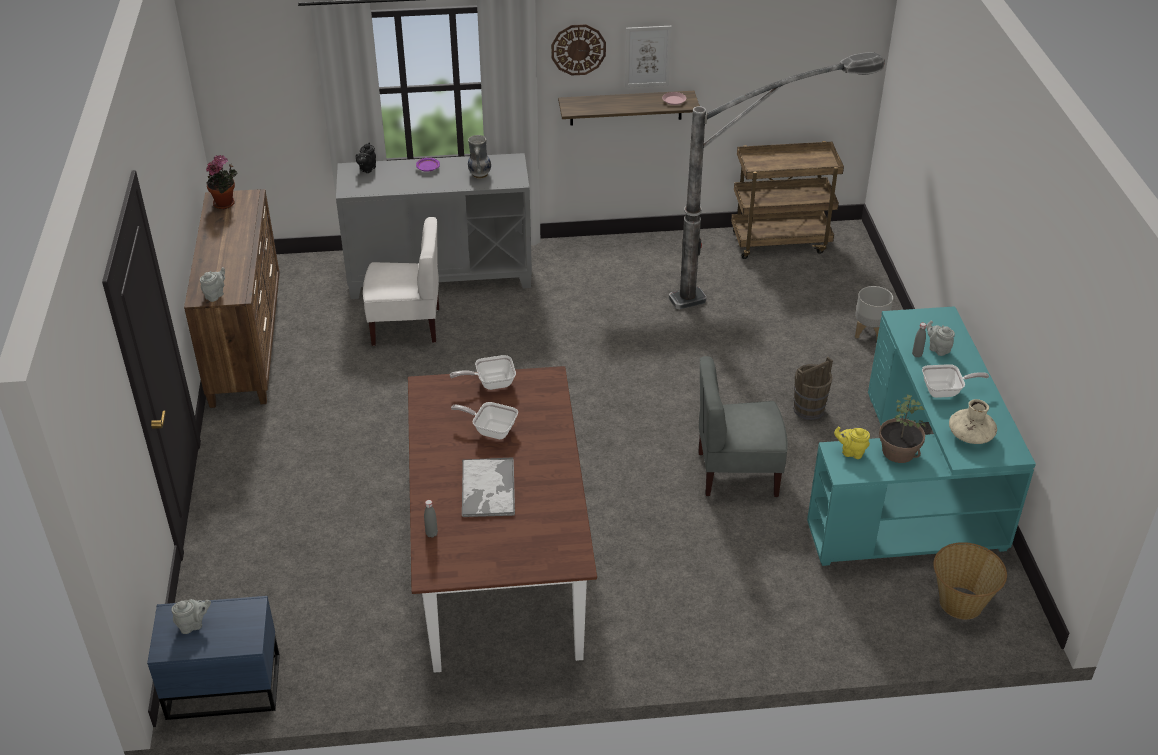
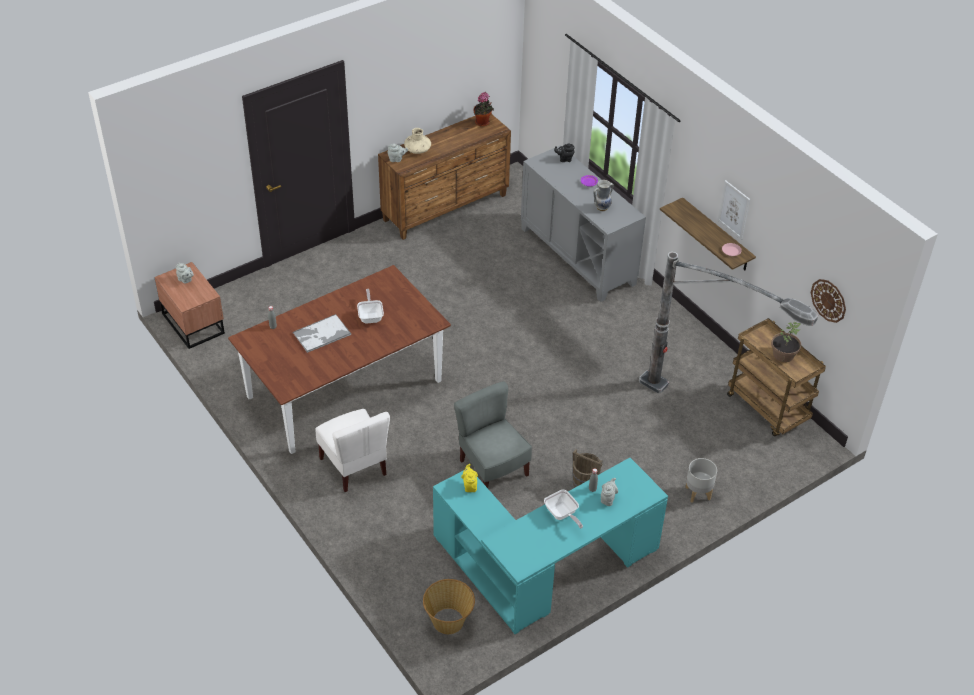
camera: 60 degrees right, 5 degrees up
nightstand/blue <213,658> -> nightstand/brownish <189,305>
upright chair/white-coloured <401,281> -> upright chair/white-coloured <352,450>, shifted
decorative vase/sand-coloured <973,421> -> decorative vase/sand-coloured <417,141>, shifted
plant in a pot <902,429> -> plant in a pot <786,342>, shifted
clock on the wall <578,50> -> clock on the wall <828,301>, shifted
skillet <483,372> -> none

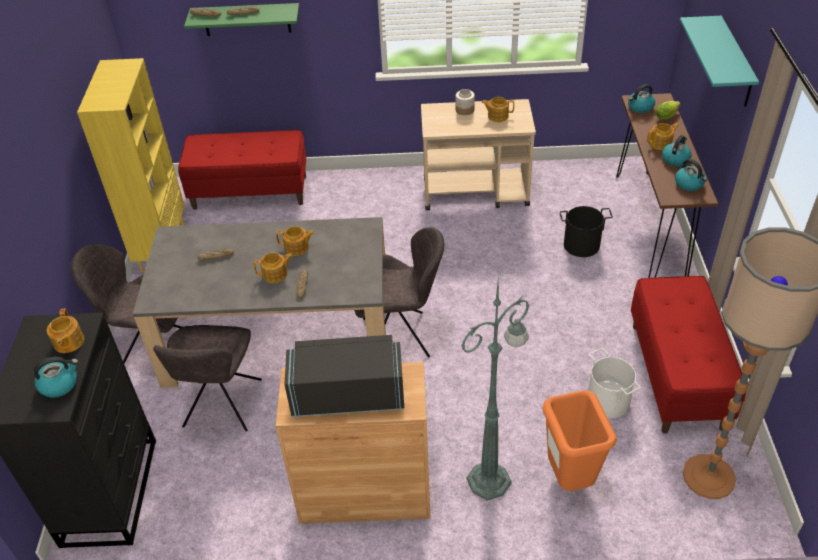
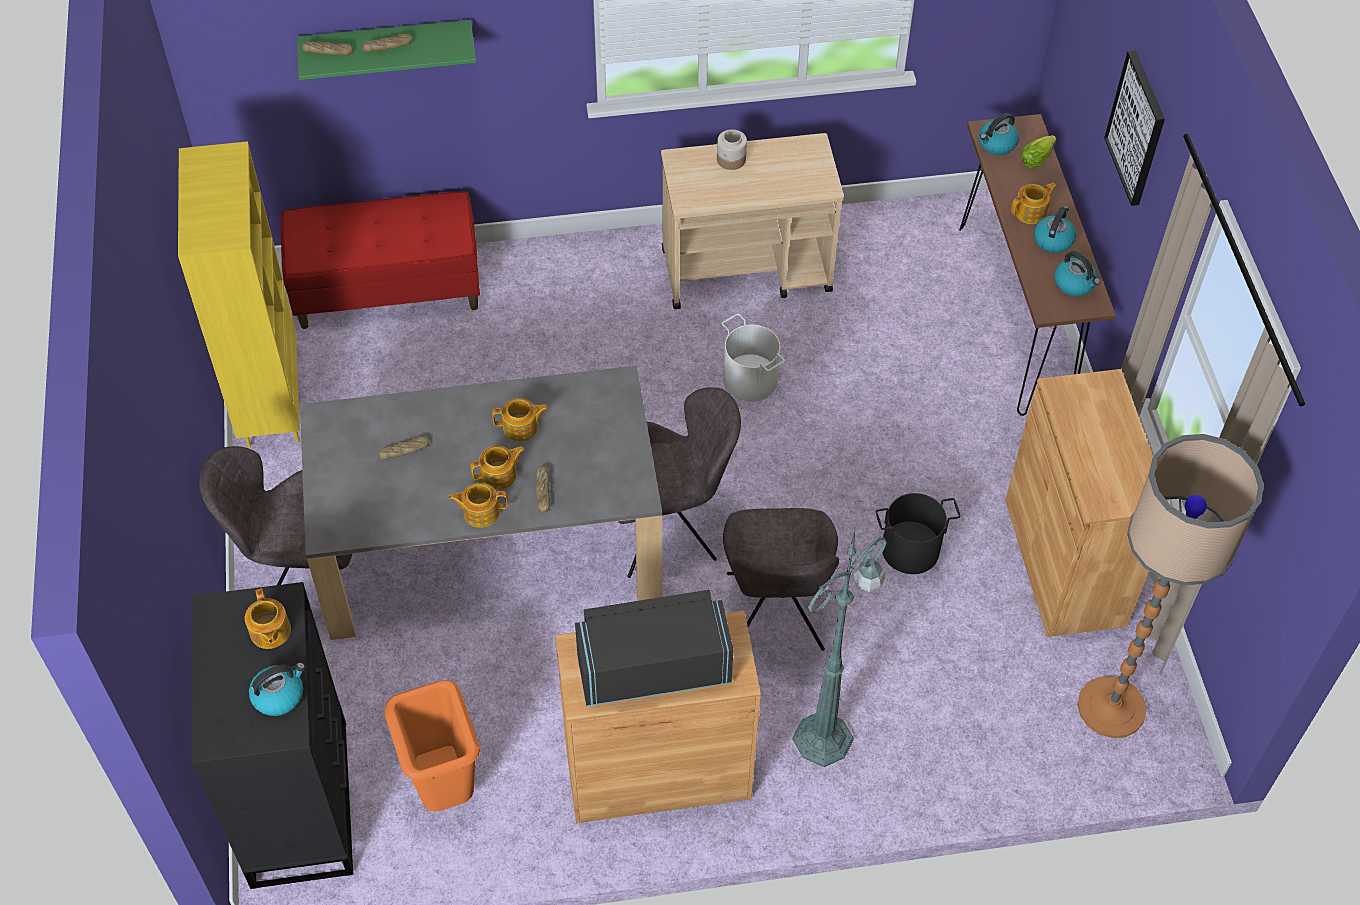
camera: 10 degrees left, 10 degrees up
rubbish bin/orangey <579,440> -> rubbish bin/orangey <432,746>, shifted
tea pot <497,109> -> tea pot <478,505>, shifted
water bucket/white-coloured <614,383> -> water bucket/white-coloured <753,358>, shifted
upright chair/greyish <207,378> -> upright chair/greyish <781,579>, shifted
water bucket/black <586,231> -> water bucket/black <918,533>, shifted
indoor bench/red <688,355> -> storage cabinet/brownish <1088,503>
bracket shelf/turquoise <719,61> -> wall picture <1134,128>

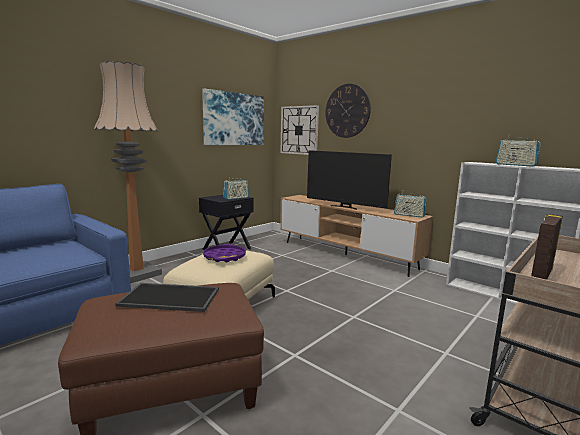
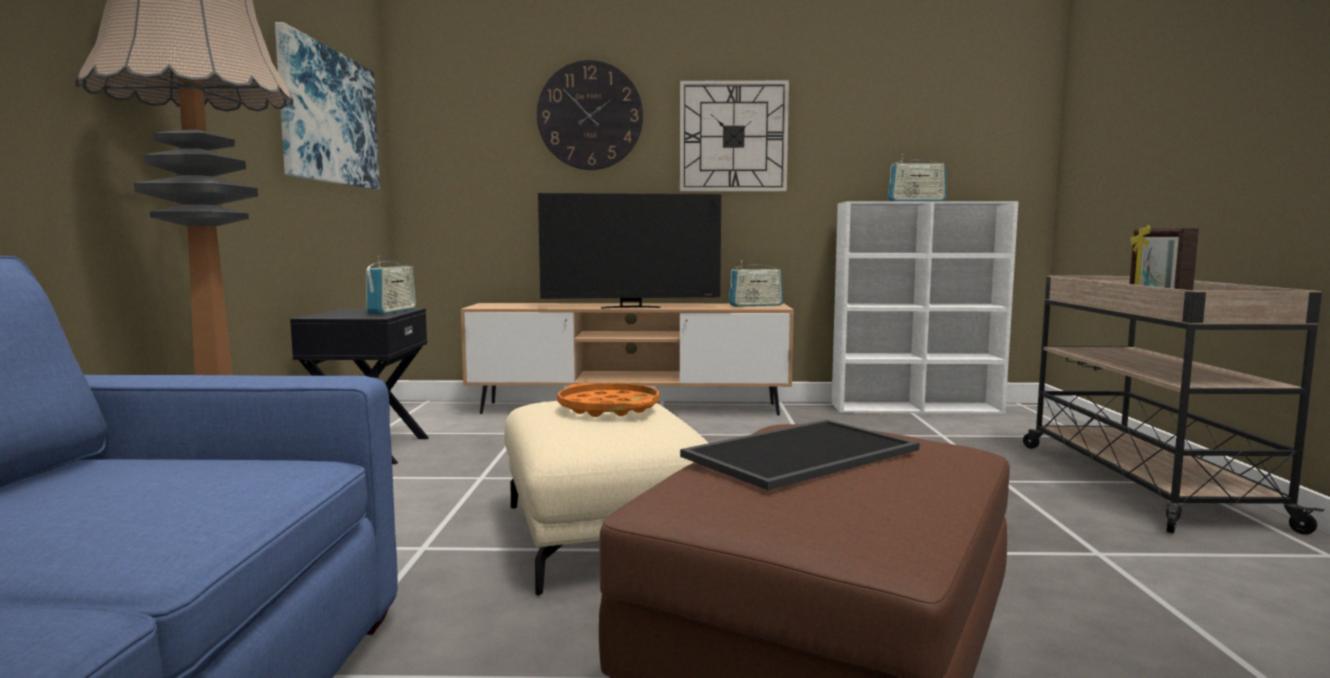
camera: 40 degrees left, 5 degrees down
serving tray/purplish <224,253> -> serving tray/orangey <608,400>
clock on the wall <299,130> -> clock on the wall <734,136>, shifted

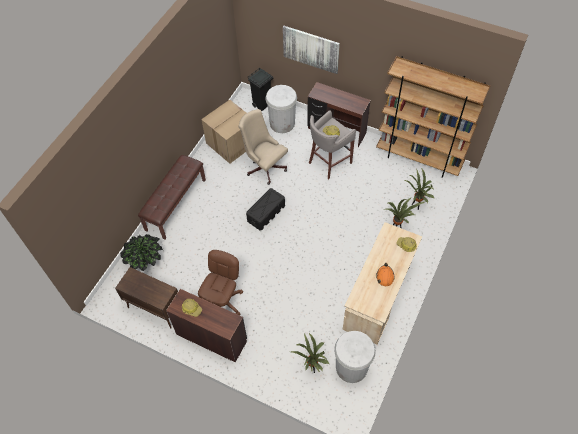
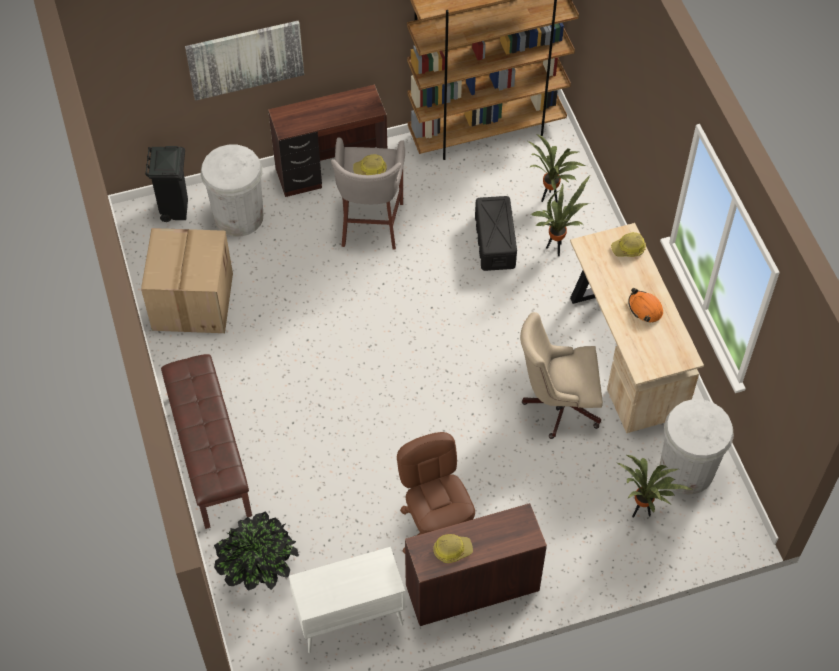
camera: 45 degrees left, 0 degrees up
storage cabinet/brownish <146,297> -> storage cabinet/white-coloured <347,600>
storage container/black <265,209> -> storage container/black <496,233>, shifted
desk chair/sand-coloured <263,147> -> desk chair/sand-coloured <561,375>, shifted

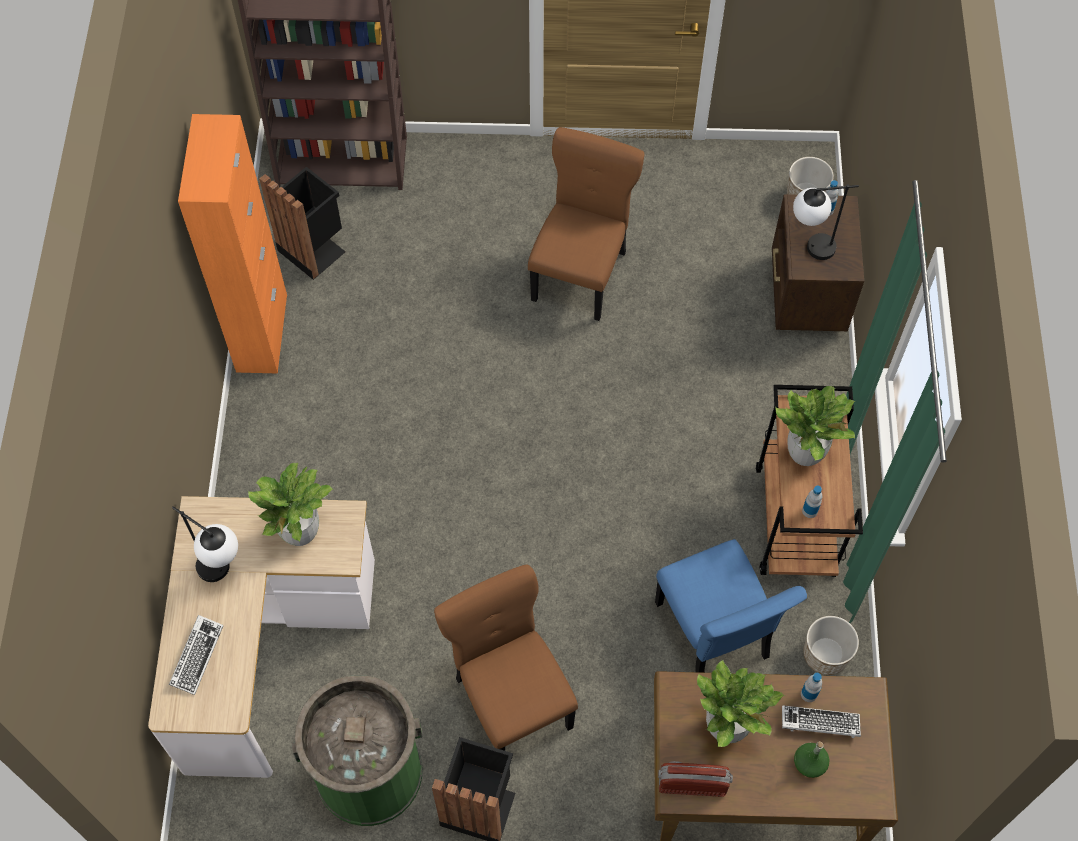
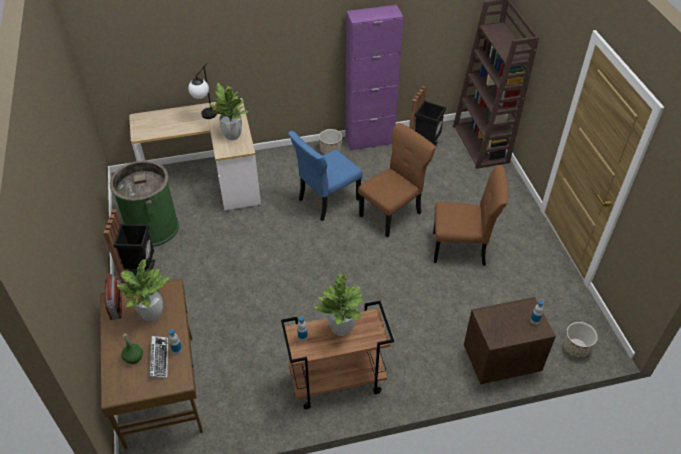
camera: 75 degrees right, 15 degrees down
upright chair/blue <731,606> -> upright chair/blue <325,176>, shifted
planter <831,645> -> planter <330,142>, shifted
storage cabinet/orangey <232,244> -> storage cabinet/purplish <374,78>
upright chair/brownish <506,658> -> upright chair/brownish <397,180>, shifted
PC keyboard <196,655> -> none
lamp for a table <826,222> -> none

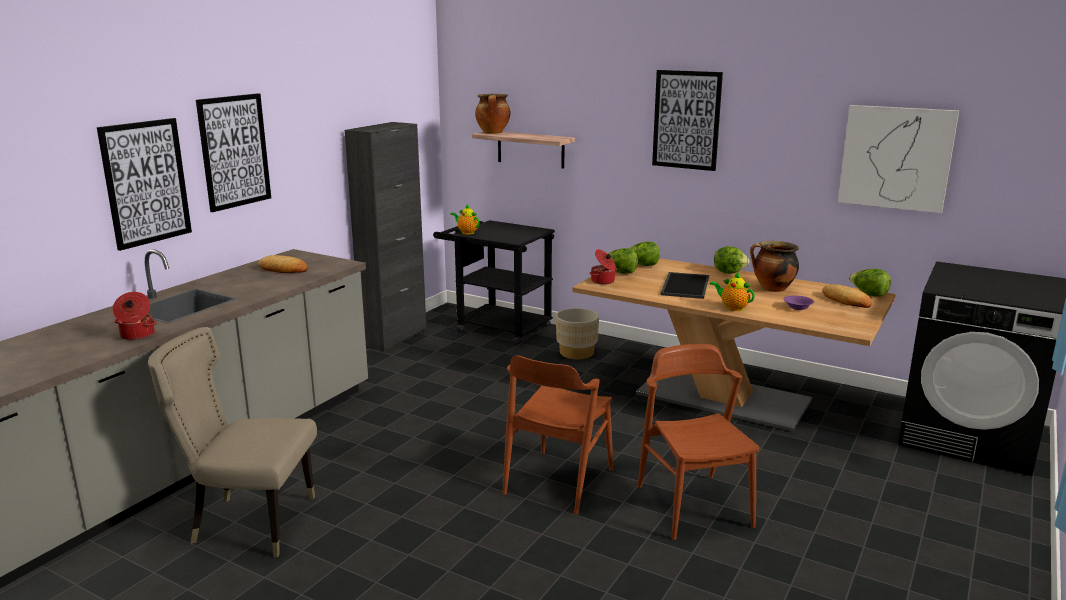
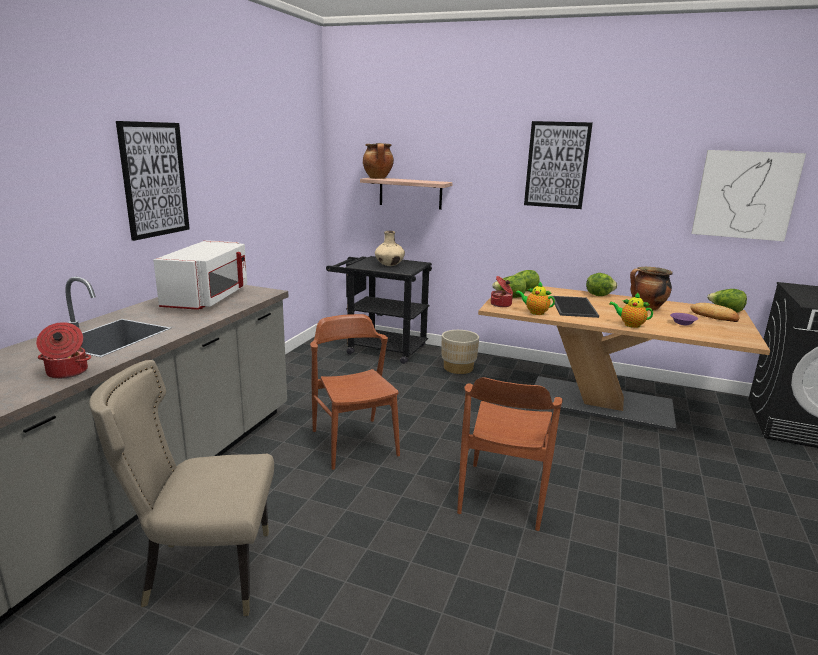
camera: 10 degrees left, 0 degrees up
bakery bread <282,264> -> microwave oven/white-coloured <200,275>
upright chair/brownish <698,442> -> upright chair/brownish <355,392>, shifted
none -> decorative vase/sand-coloured <390,248>
tea pot <465,219> -> tea pot <535,298>, shifted
wall picture <144,184> -> none
storage cabinet/black <386,237> -> none

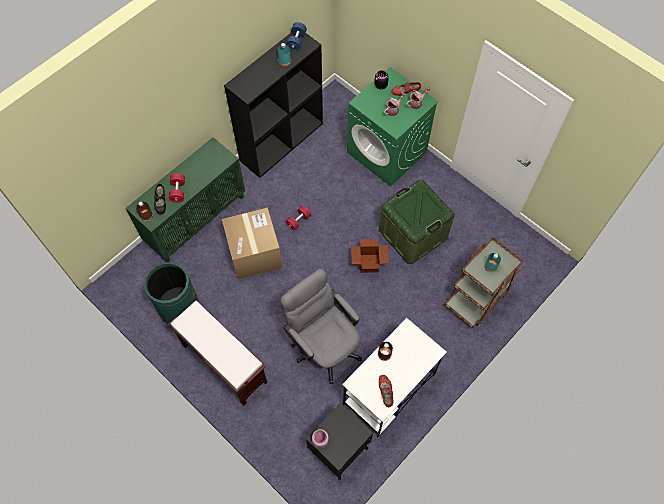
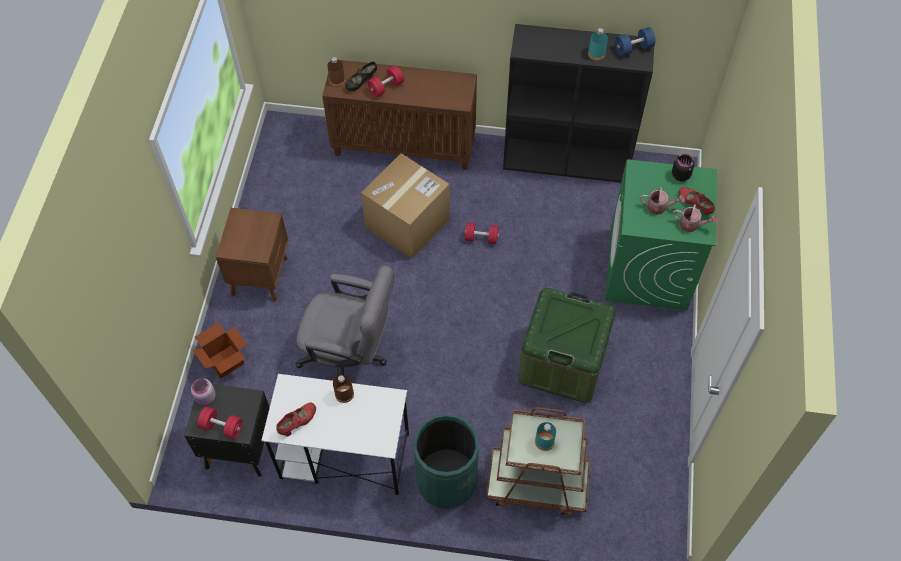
camera: 55 degrees right, 5 degrees down
cardboard box <370,256> -> cardboard box <220,350>, shifted
none -> hand weight/red <220,423>
indoor bench/brownish <217,353> -> nightstand/brownish <252,255>
desk chair/greyish <321,326> -> desk chair/greyish <345,320>, 90 degrees clockwise
storage cabinet/green-coloured <185,200> -> storage cabinet/brownish <399,115>
rubbish bin/green-coloured <171,293> -> rubbish bin/green-coloured <446,461>, shifted

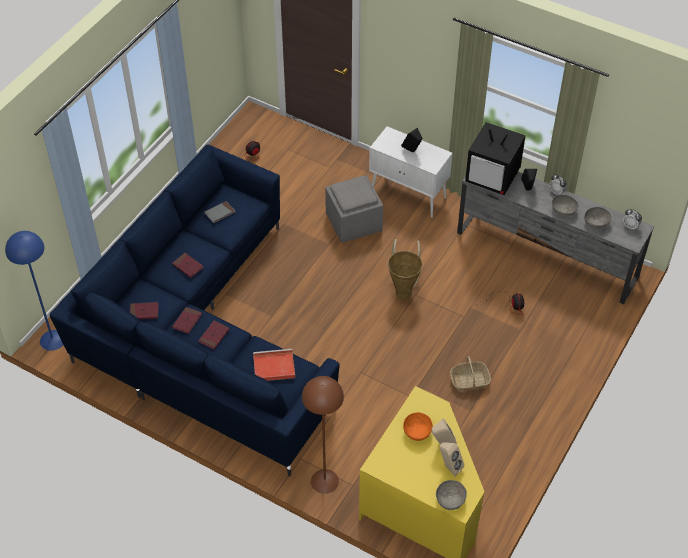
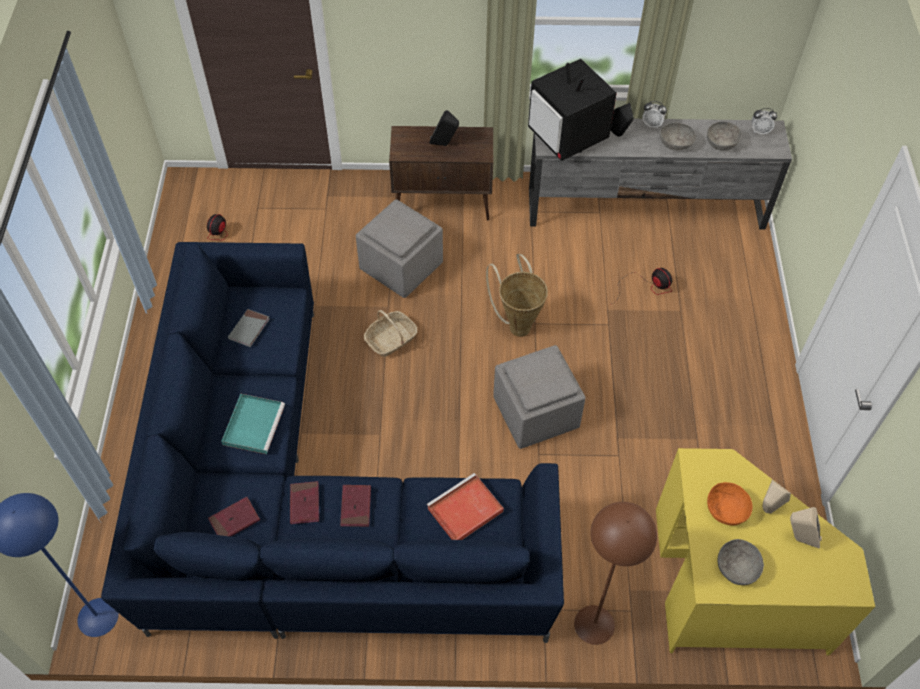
camera: 30 degrees left, 5 degrees up
book/red <188,265> -> serving tray/turquoise <253,423>
household basket <470,373> -> household basket <391,333>, shifted
storage cabinet/white-coloured <411,172> -> storage cabinet/brownish <441,173>
none -> ottoman/greyish <539,397>
television <495,158> -> television <572,110>, 60 degrees clockwise
serving bowl/greyish <451,495> -> serving bowl/greyish <740,562>, shifted

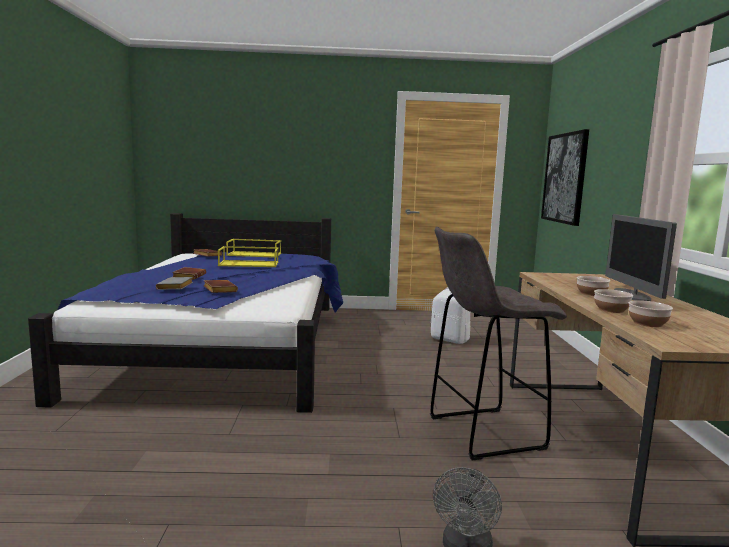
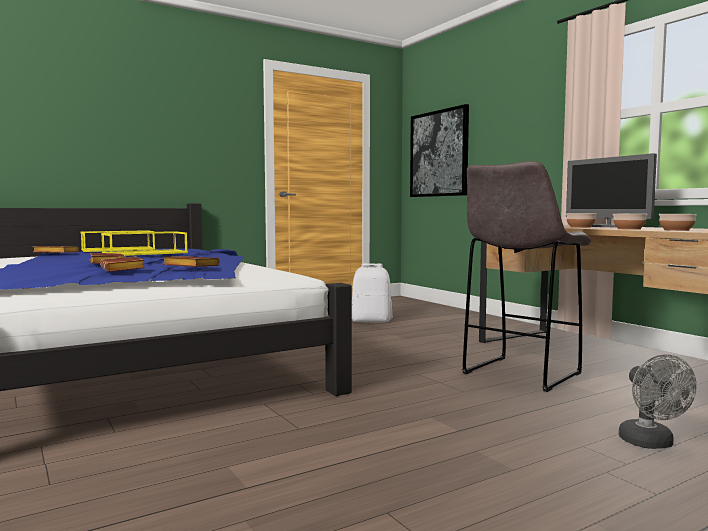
camera: 30 degrees left, 5 degrees down
book/greyish <174,283> -> book/brownish <122,264>

